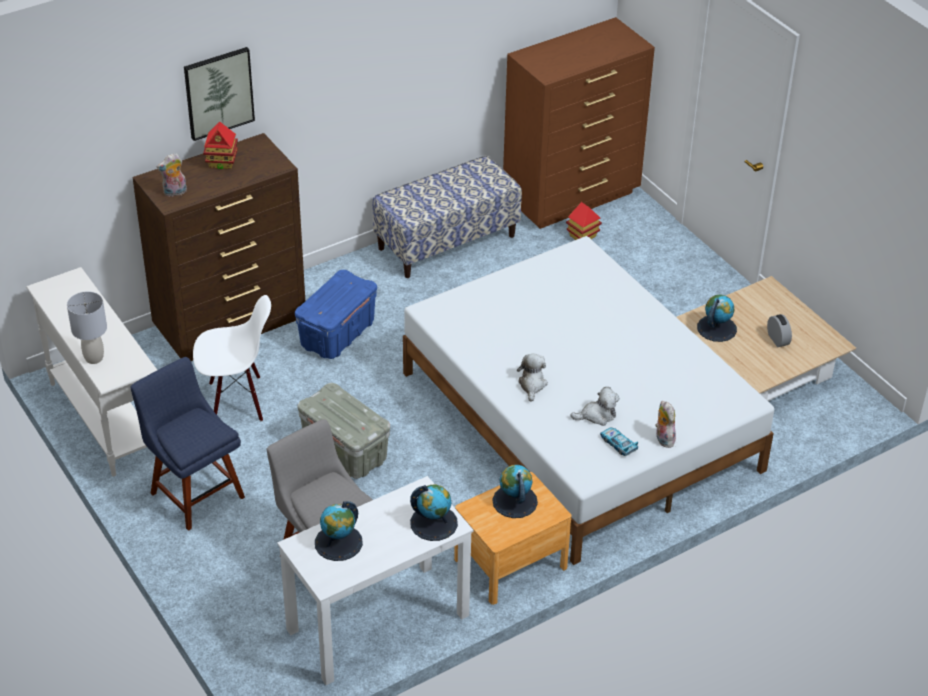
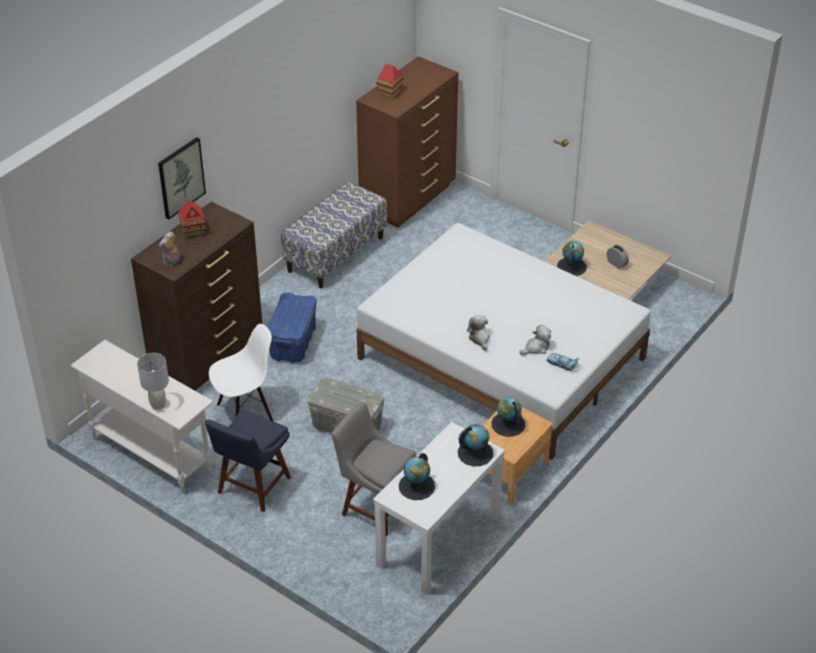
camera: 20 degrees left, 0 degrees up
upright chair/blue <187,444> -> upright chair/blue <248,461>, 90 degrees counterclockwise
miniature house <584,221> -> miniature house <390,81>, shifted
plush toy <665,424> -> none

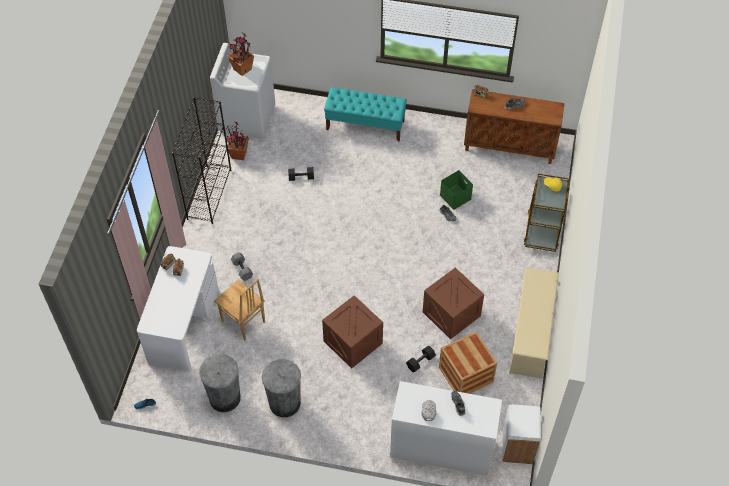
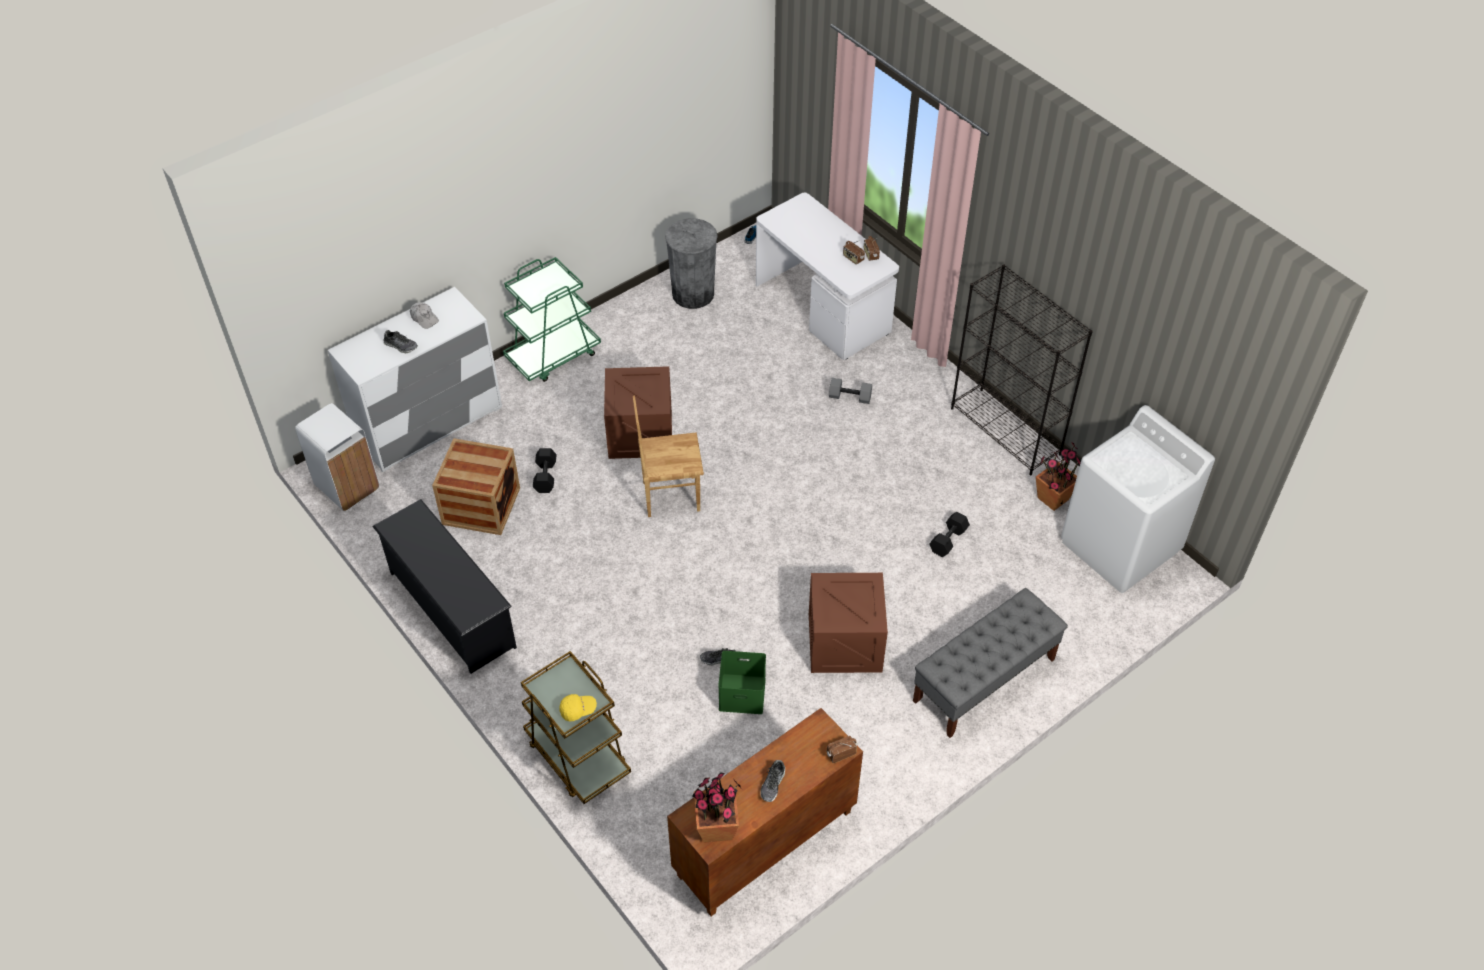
camera: 130 degrees right, 5 degrees down
shoe stand/sand-coloured <534,322> -> shoe stand/black <444,586>
none -> wheeled cart/green-coloured <552,319>
upright chair/brownish <239,310> -> upright chair/brownish <668,456>, shifted
plant in a pot <241,54> -> plant in a pot <717,807>, shifted
shipping crate <453,303> -> shipping crate <848,623>, shifted
indoor bench/turquoise <365,114> -> indoor bench/greyish <990,663>
rubbish bin/greyish <281,388> -> none

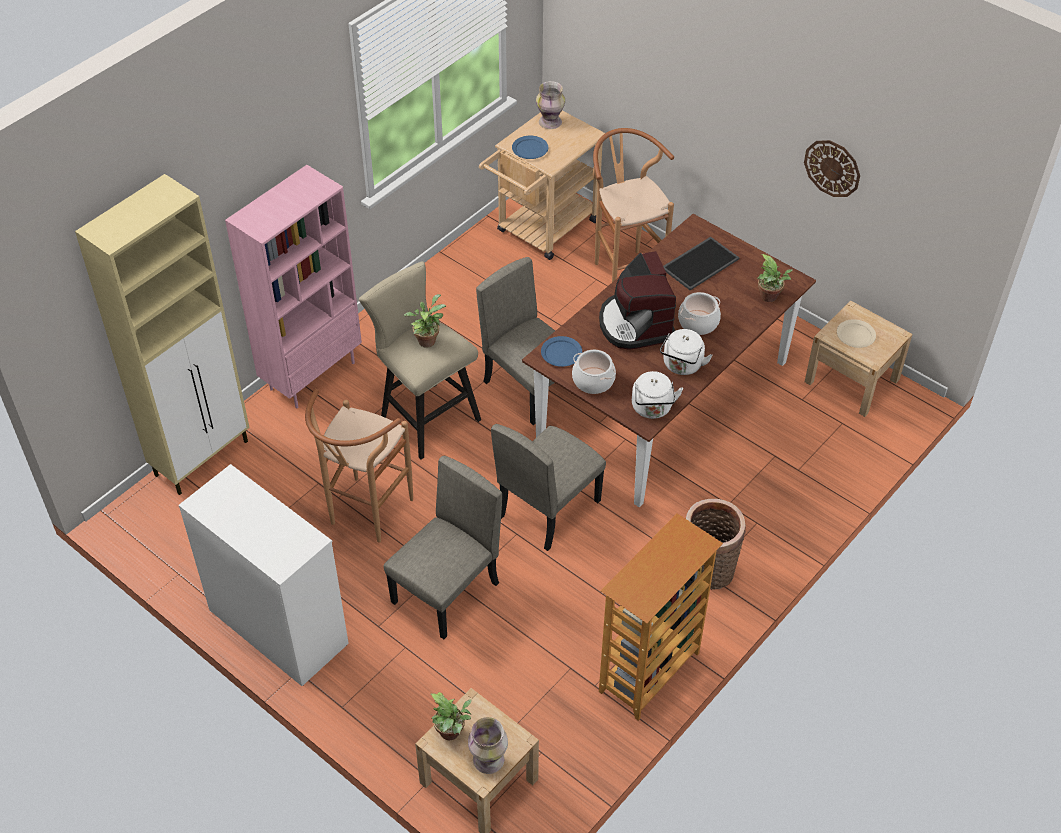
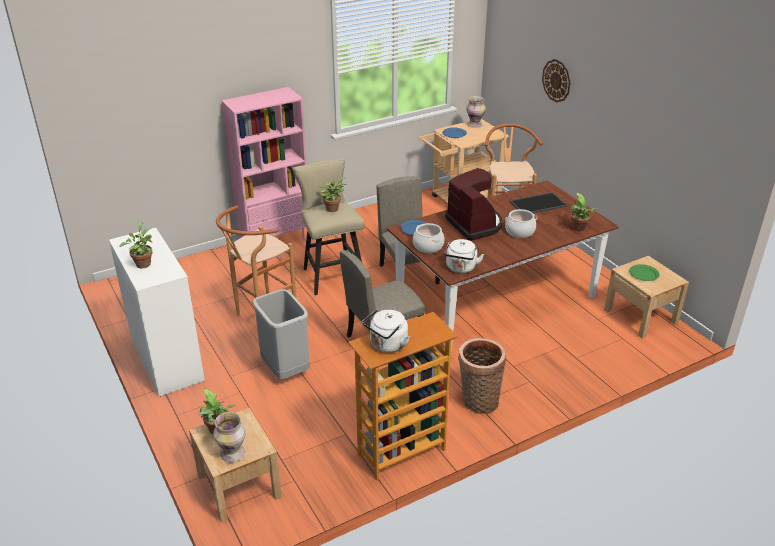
camera: 20 degrees right, 15 degrees down
none -> plant in a pot <135,245>
upright chair/sand-coloured <443,547> -> rubbish bin/greyish <281,334>
tea kettle/white-coloured <686,352> -> tea kettle/white-coloured <385,331>, shifted
coffee brewer <637,300> -> coffee brewer <473,204>, 150 degrees clockwise
clock on the wall <832,168> -> clock on the wall <556,80>, shifted
dinner plate/sand-coloured <856,333> -> dinner plate/green-coloured <644,272>
storage cabinet/sand-coloured <162,334> -> none

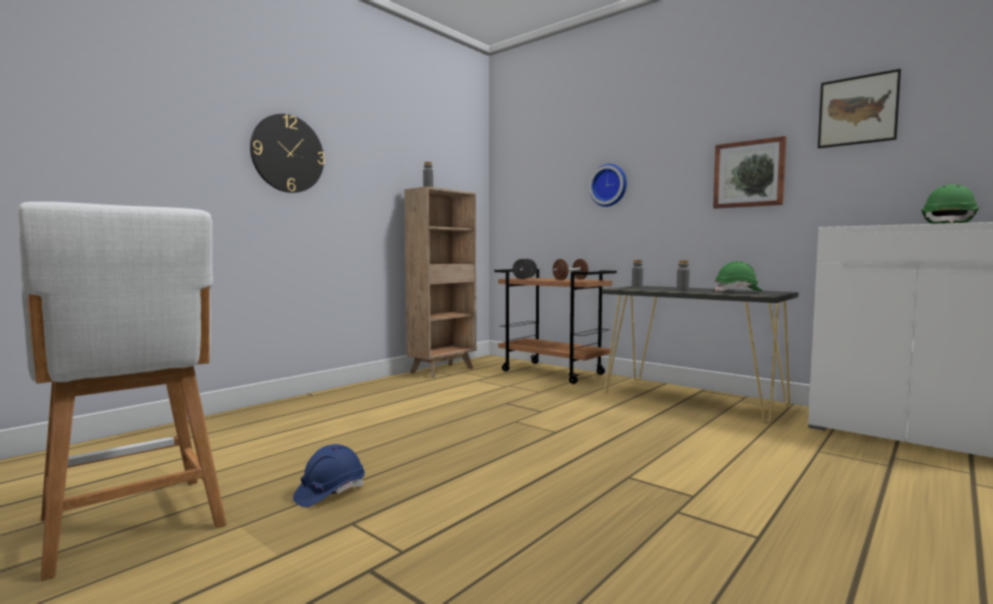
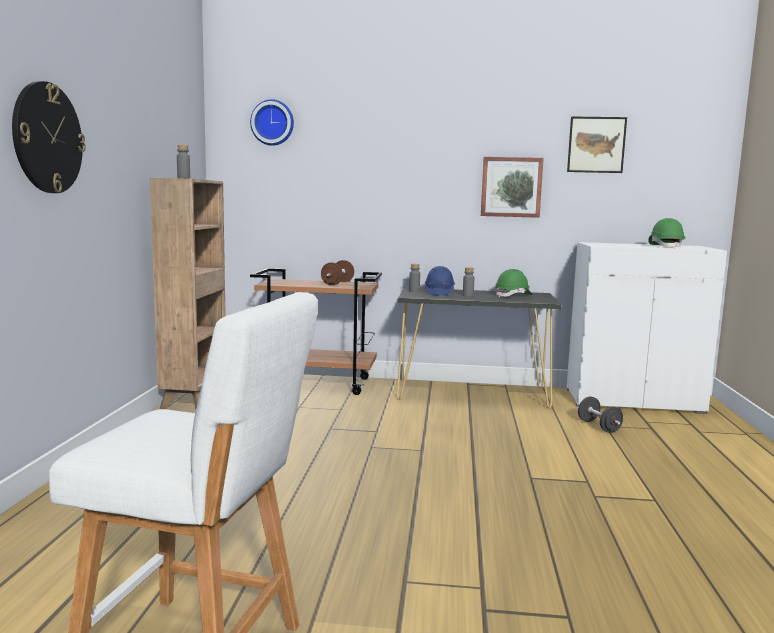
camera: 35 degrees left, 5 degrees up
clock on the wall <608,185> -> clock on the wall <272,122>, shifted
work helmet/blue <329,475> -> work helmet/blue <440,281>, shifted
hand weight/black <525,269> -> hand weight/black <600,415>, shifted

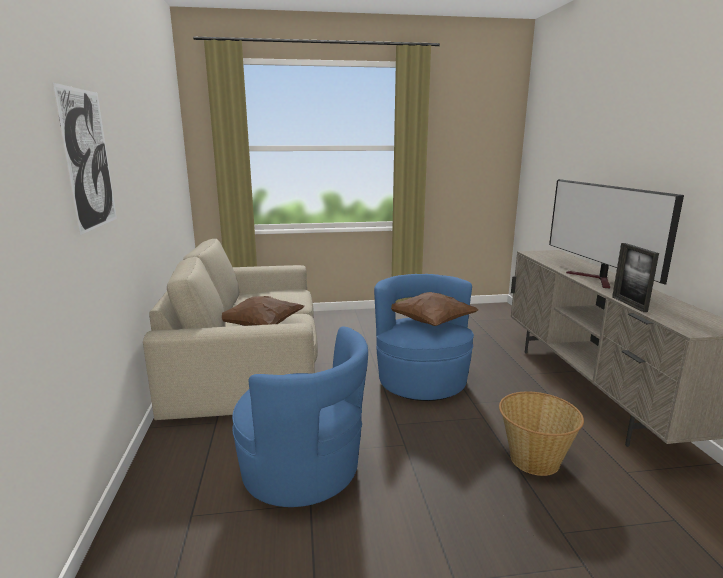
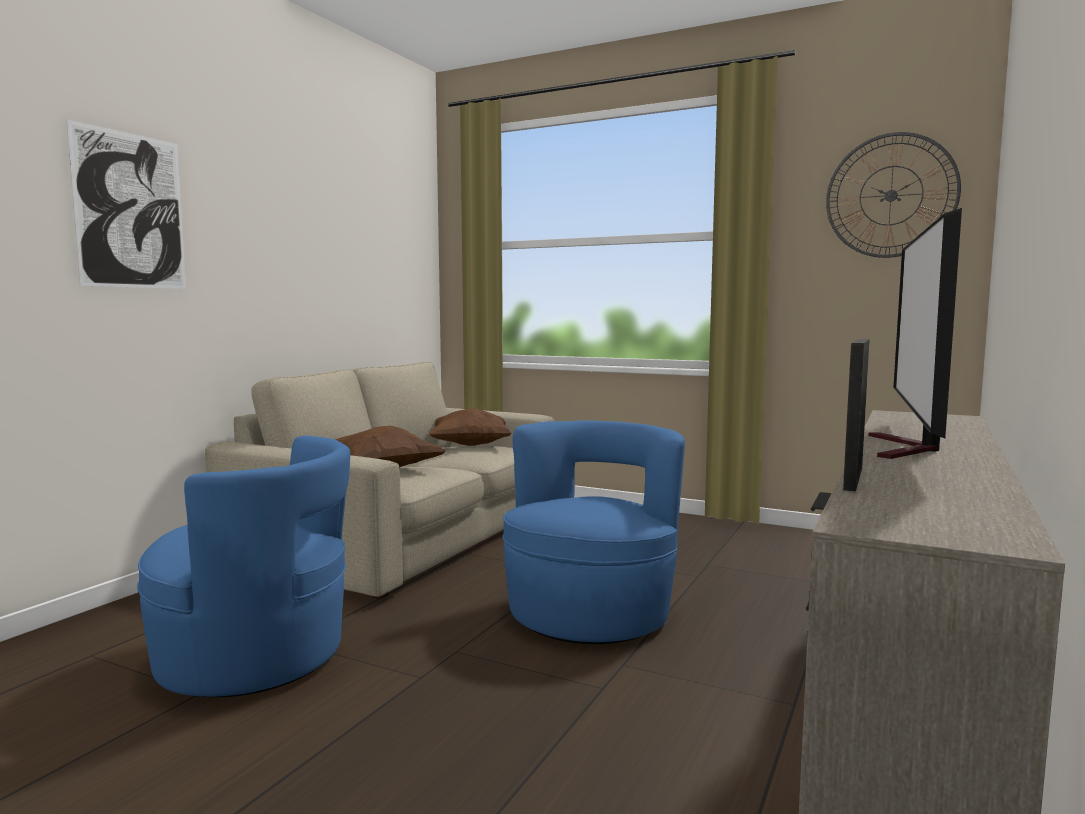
camera: 35 degrees right, 10 degrees down
easy chair/blue <300,416> -> easy chair/blue <243,567>, 60 degrees counterclockwise
throw pillow/brownish <435,309> -> throw pillow/brownish <470,427>, shifted
none -> clock on the wall <893,195>
household basket <541,434> -> none

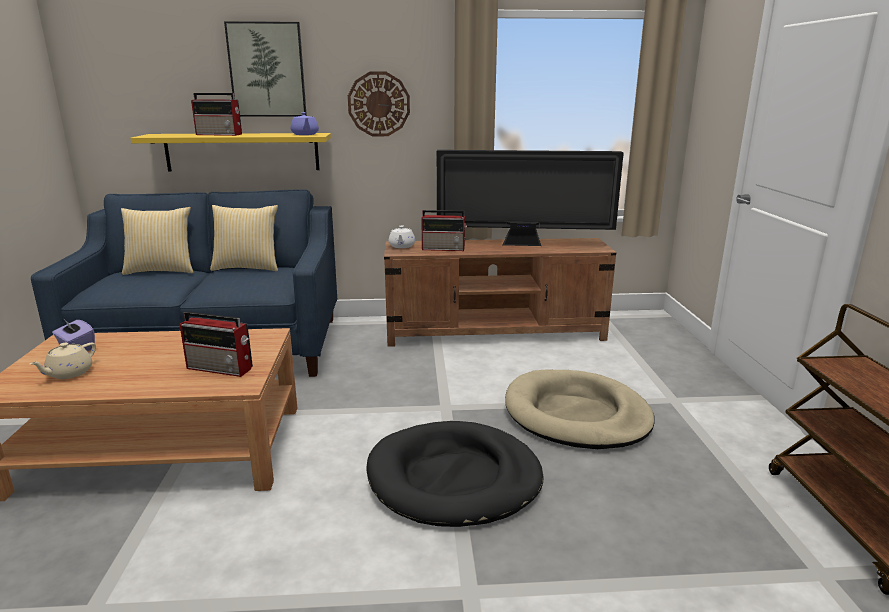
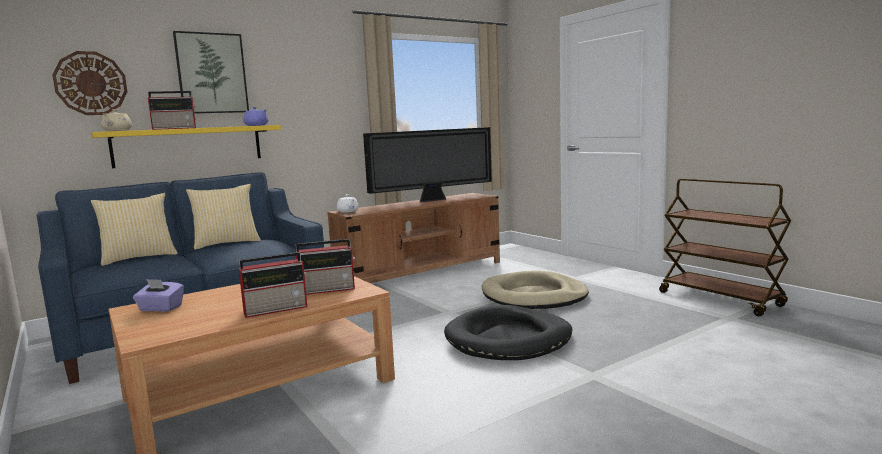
camera: 30 degrees left, 10 degrees down
clock on the wall <379,104> -> clock on the wall <90,83>, shifted
tea pot/sand-coloured <63,361> -> tea pot/sand-coloured <116,120>, shifted
radio <444,230> -> radio <272,285>, shifted

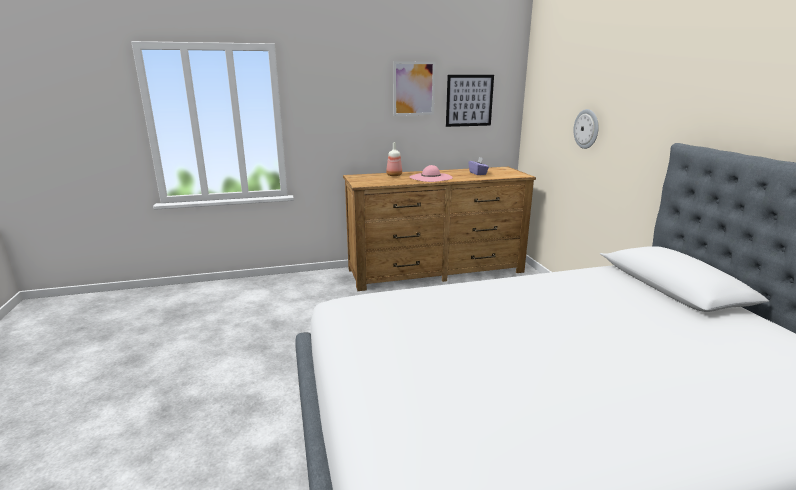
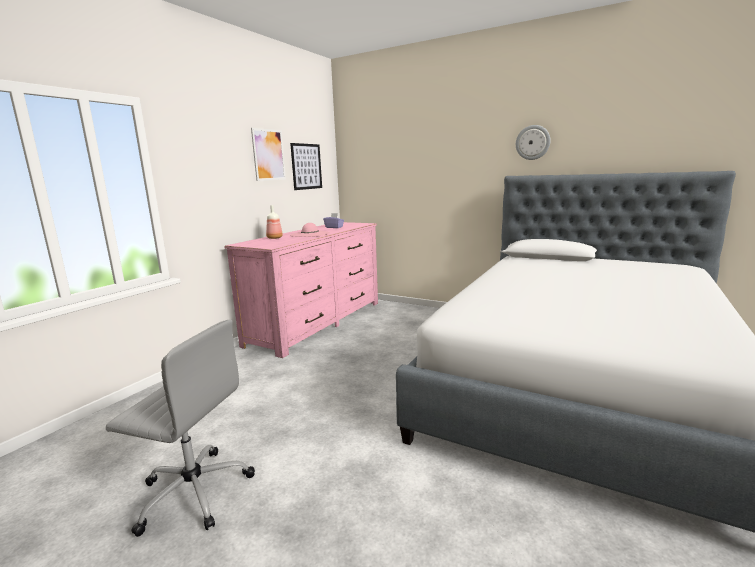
camera: 45 degrees left, 5 degrees down
none -> desk chair/greyish <180,428>
dresser/brownish <439,229> -> dresser/pink-coloured <301,290>
clock on the wall <586,129> -> clock on the wall <533,142>, shifted

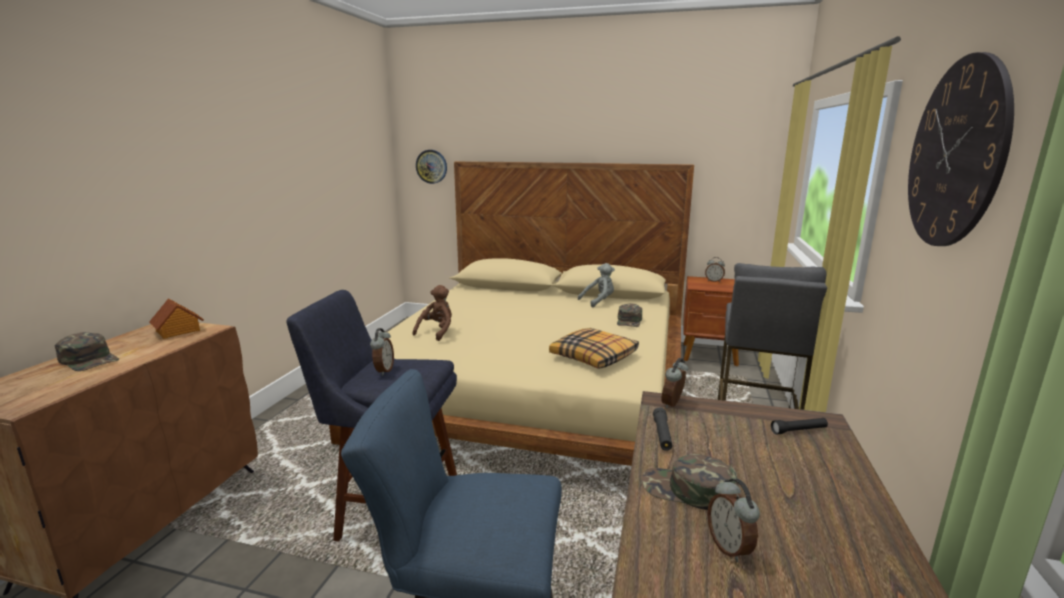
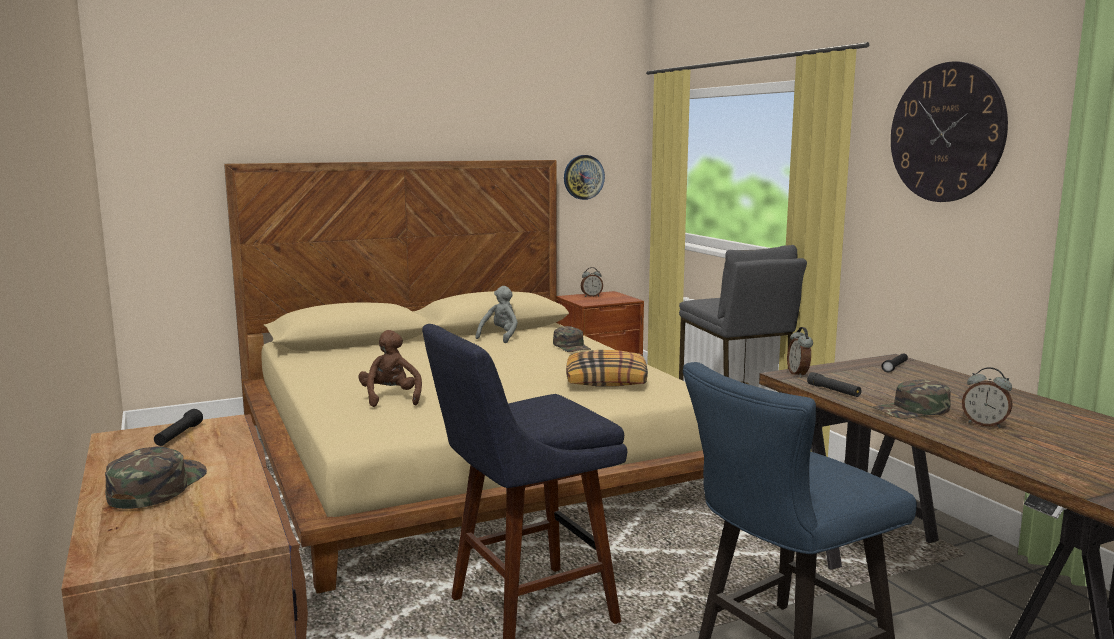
camera: 40 degrees left, 5 degrees down
cap/green-coloured <87,351> -> cap/green-coloured <156,477>, 75 degrees counterclockwise
miniature house <176,318> -> flashlight/black <178,427>
clock on the wall <431,167> -> clock on the wall <584,177>, shifted
bedside clock <382,352> -> none

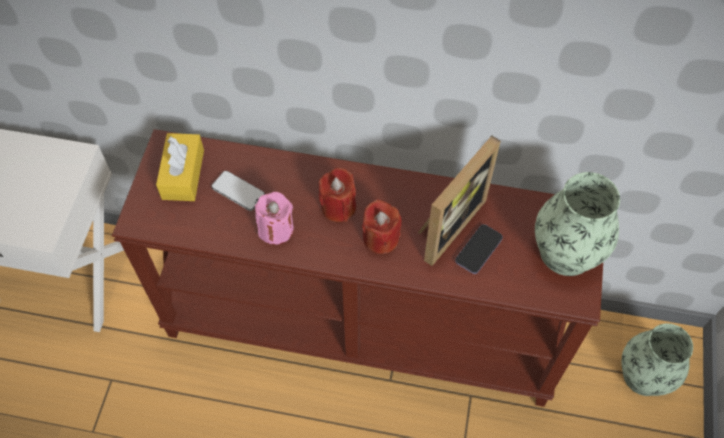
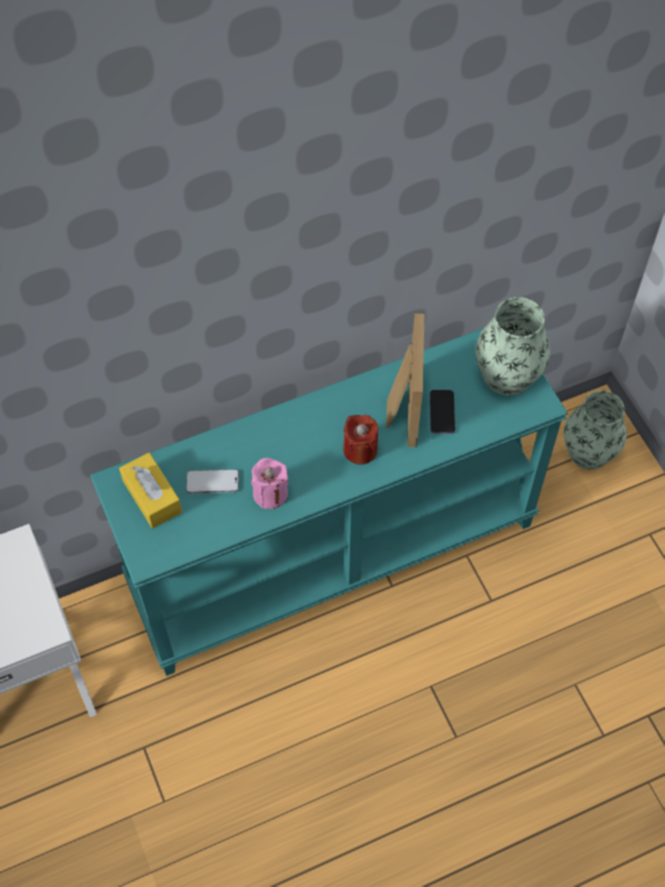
camera: 35 degrees left, 0 degrees up
console table/brownish <357,268> -> console table/turquoise <329,502>
candle/red <337,195> -> none

